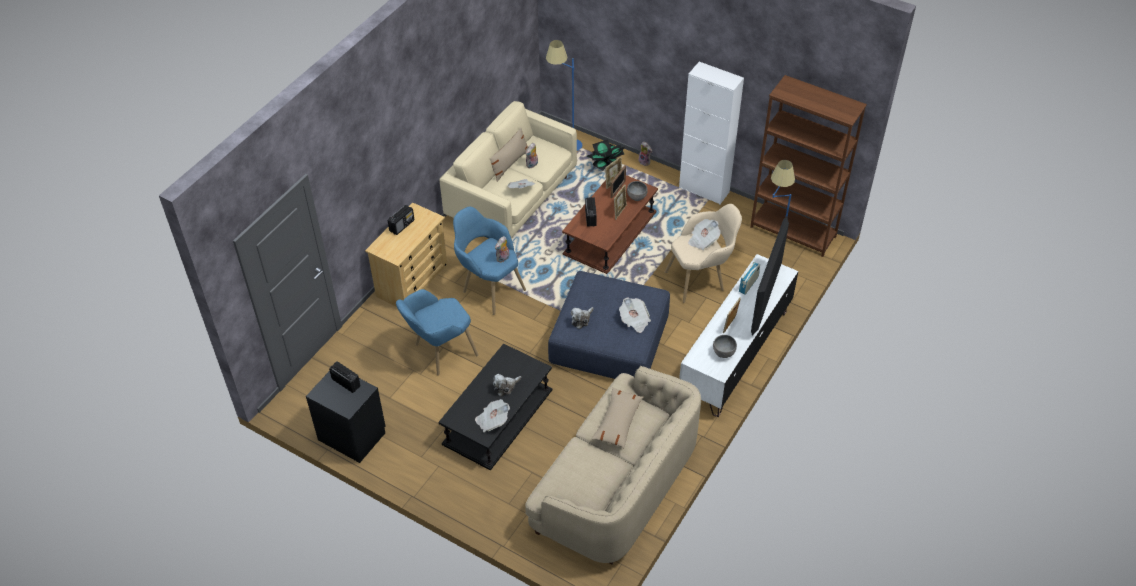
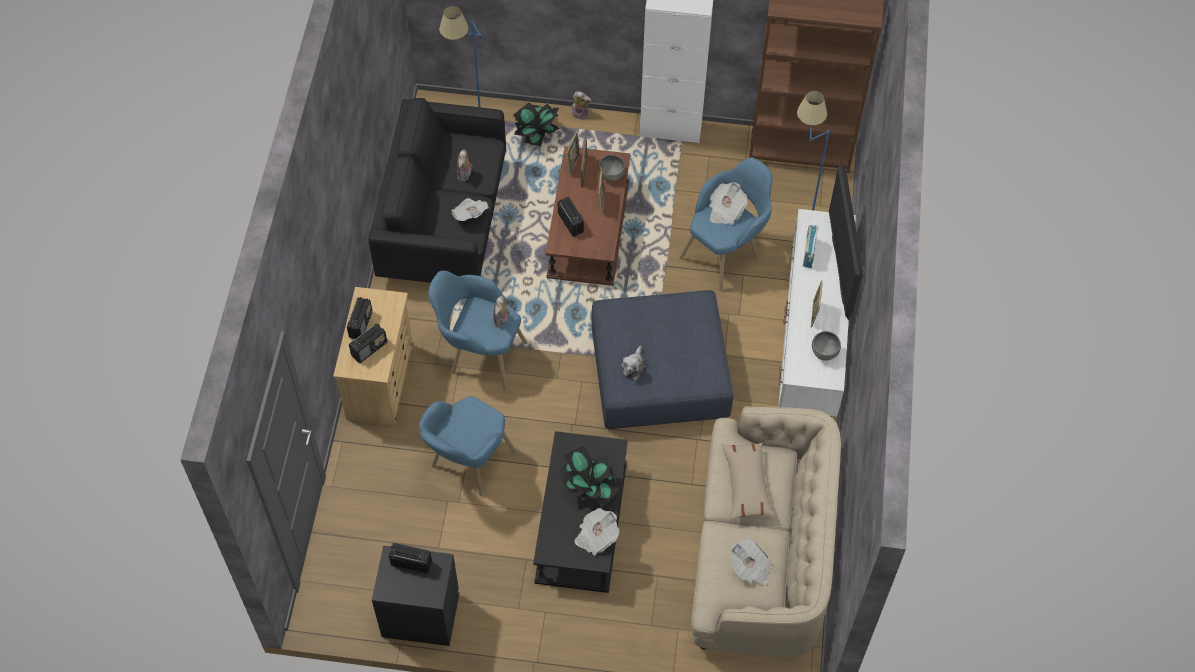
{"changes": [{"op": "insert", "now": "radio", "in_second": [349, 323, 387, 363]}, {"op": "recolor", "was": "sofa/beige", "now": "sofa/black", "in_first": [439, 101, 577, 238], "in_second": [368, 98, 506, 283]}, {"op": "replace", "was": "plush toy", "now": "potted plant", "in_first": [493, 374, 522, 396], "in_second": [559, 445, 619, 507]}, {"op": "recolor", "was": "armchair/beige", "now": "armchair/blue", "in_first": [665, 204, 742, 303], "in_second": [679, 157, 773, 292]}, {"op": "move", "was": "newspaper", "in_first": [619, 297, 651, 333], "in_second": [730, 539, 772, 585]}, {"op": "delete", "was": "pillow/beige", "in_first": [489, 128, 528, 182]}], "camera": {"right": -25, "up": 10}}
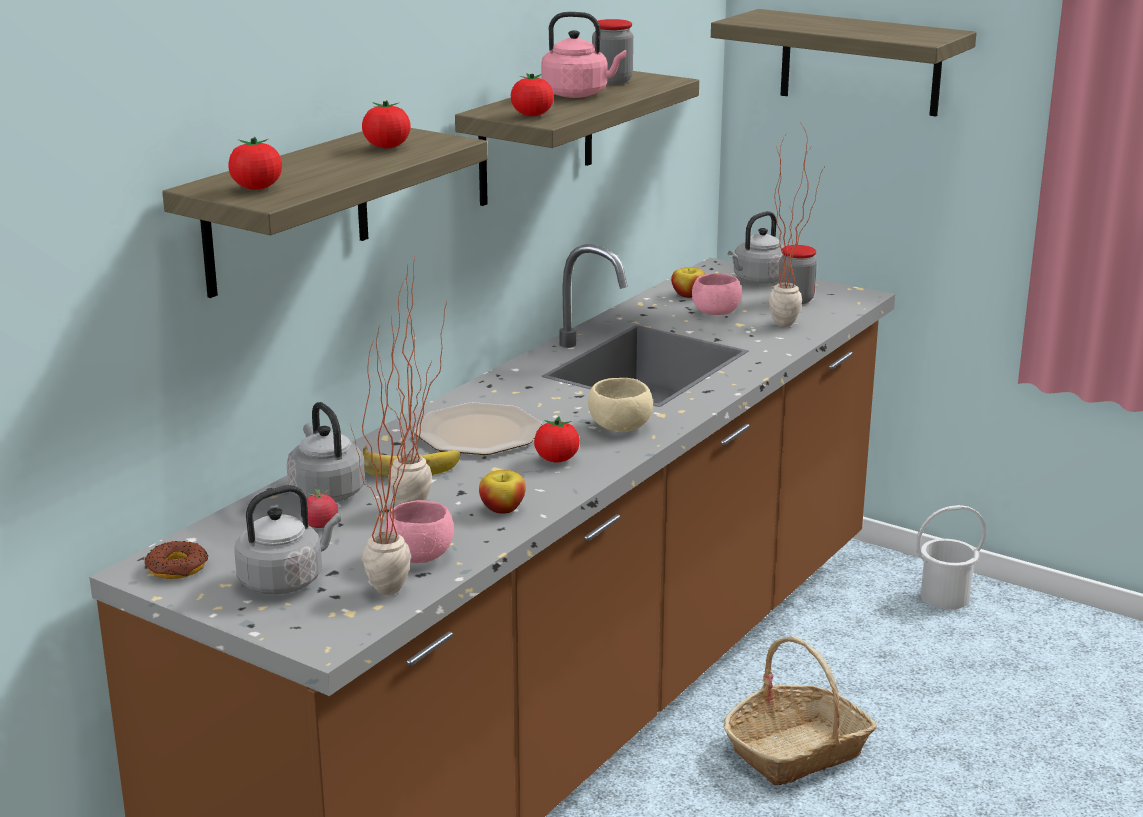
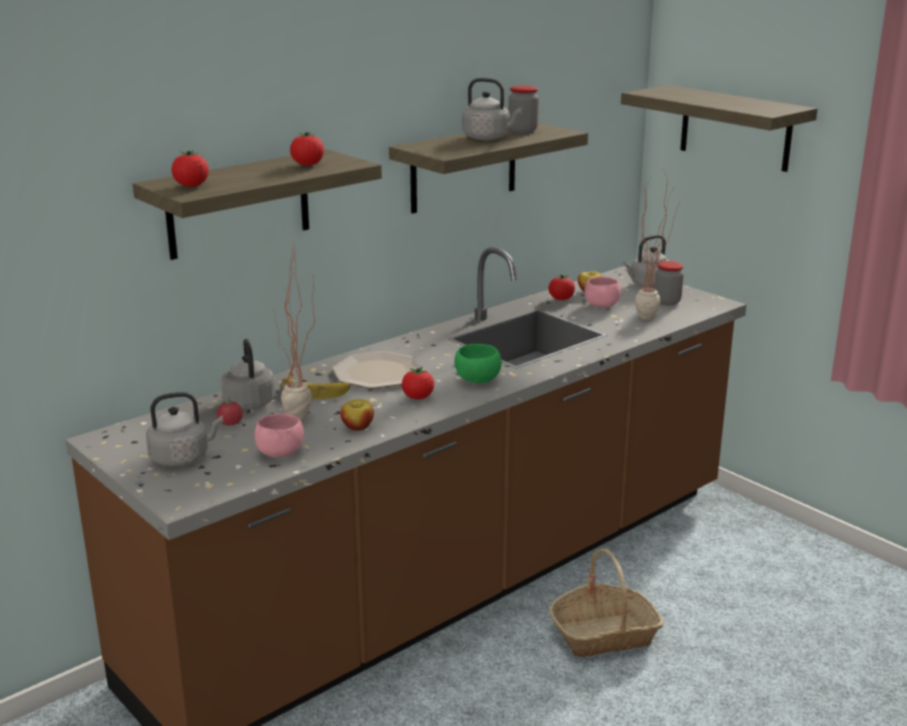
{"changes": [{"op": "recolor", "was": "bowl/beige", "now": "bowl/green", "in_first": [588, 378, 653, 432], "in_second": [454, 344, 502, 383]}, {"op": "recolor", "was": "kettle/pink", "now": "kettle/grey", "in_first": [541, 12, 626, 98], "in_second": [462, 78, 522, 140]}, {"op": "move", "was": "tomato", "in_first": [511, 73, 554, 116], "in_second": [548, 274, 575, 300]}, {"op": "delete", "was": "donut", "in_first": [145, 541, 208, 579]}, {"op": "delete", "was": "potted plant", "in_first": [350, 317, 432, 595]}, {"op": "delete", "was": "bucket/white", "in_first": [916, 505, 986, 610]}], "camera": {"right": 15, "up": 0}}
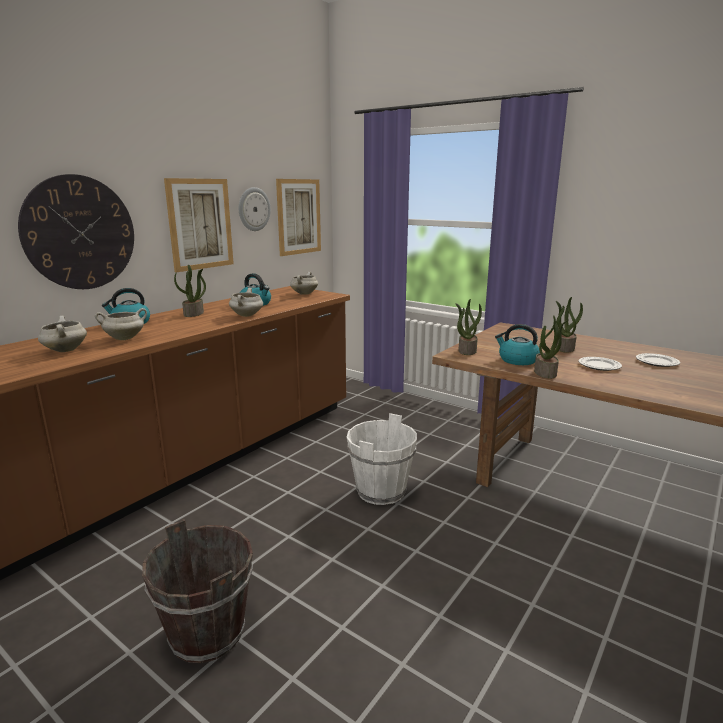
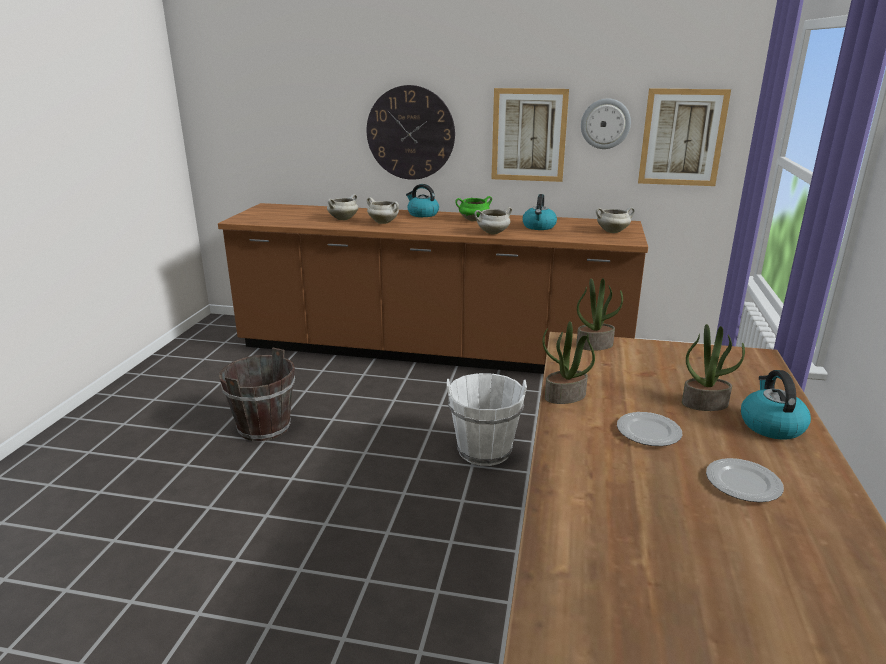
{"changes": [{"op": "replace", "was": "potted plant", "now": "cooking pot/green", "in_first": [174, 264, 206, 317], "in_second": [456, 196, 492, 221]}, {"op": "move", "was": "kettle", "in_first": [495, 324, 540, 365], "in_second": [741, 370, 811, 440]}], "camera": {"right": 65, "up": 5}}
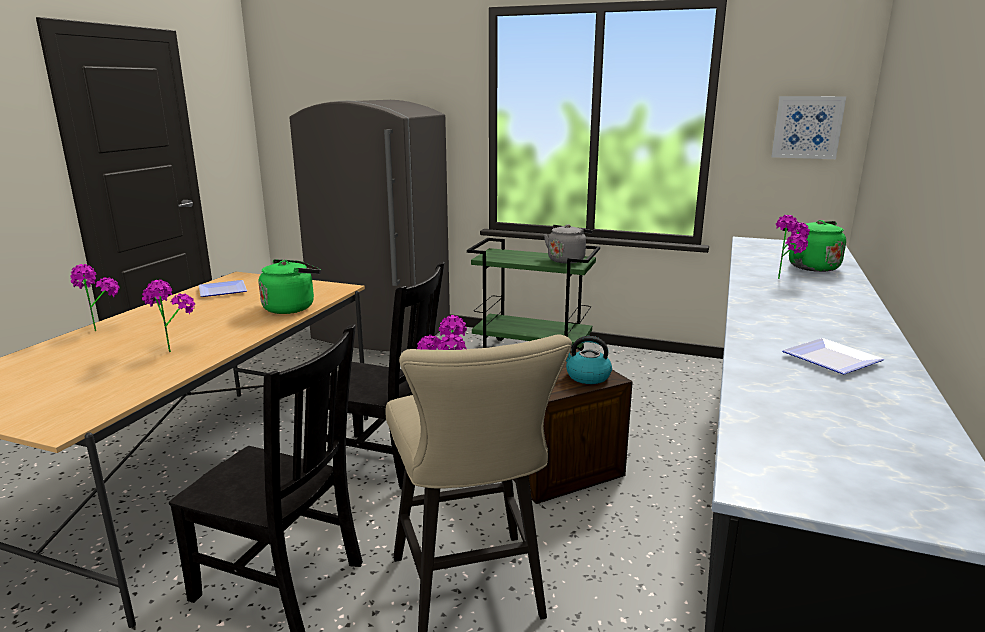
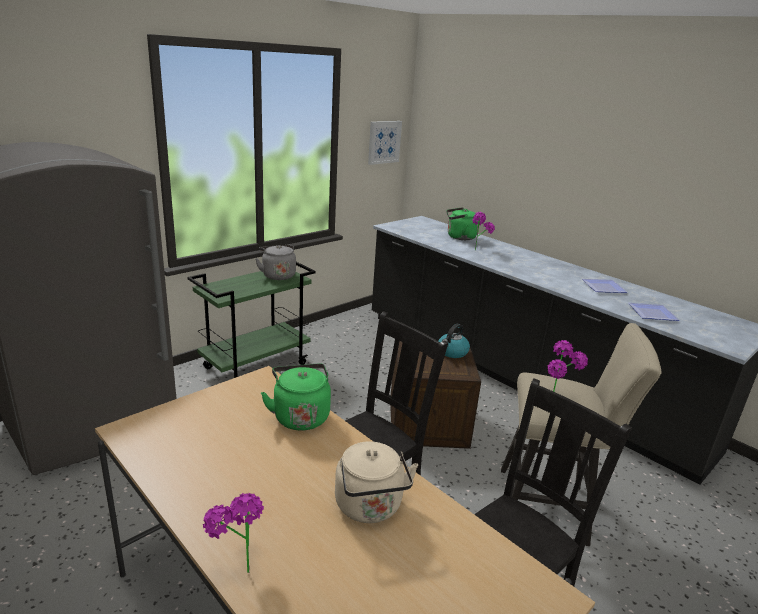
{"changes": [{"op": "replace", "was": "potted plant", "now": "kettle/beige", "in_first": [142, 280, 195, 352], "in_second": [335, 441, 418, 523]}, {"op": "move", "was": "plate", "in_first": [199, 280, 247, 297], "in_second": [628, 303, 680, 321]}], "camera": {"right": -65, "up": 5}}
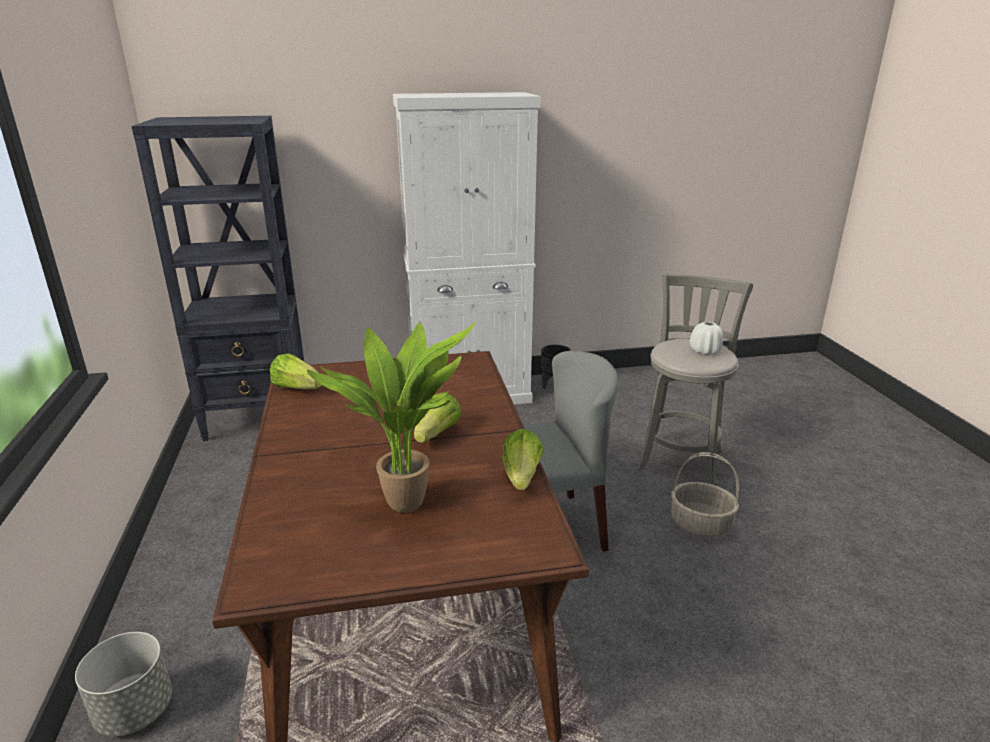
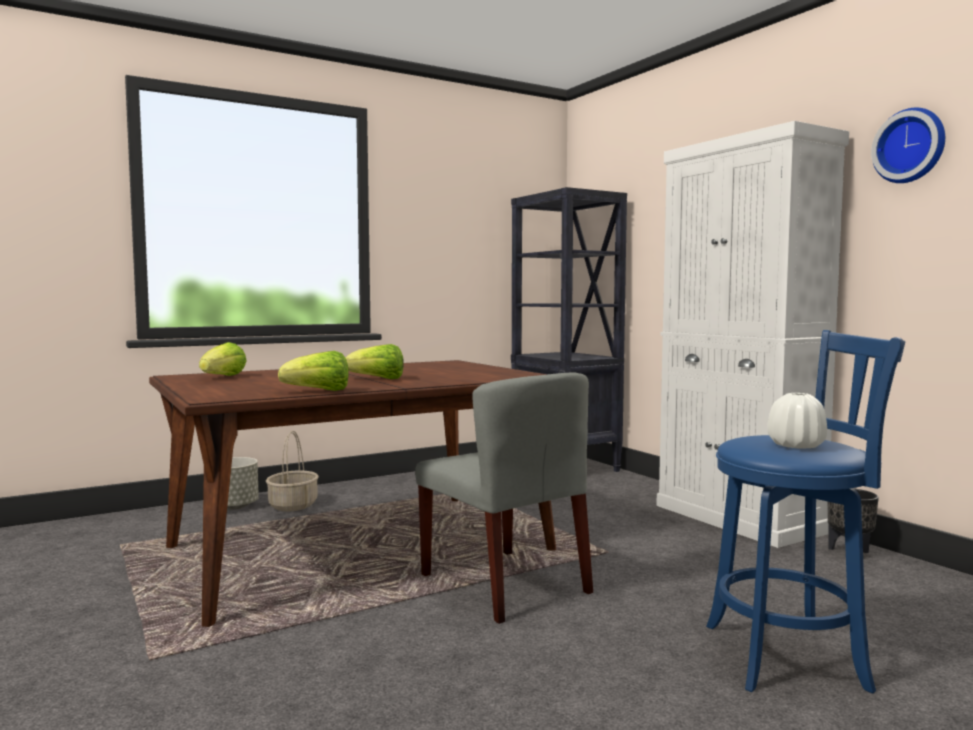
{"changes": [{"op": "move", "was": "lettuce", "in_first": [270, 353, 322, 389], "in_second": [199, 342, 247, 376]}, {"op": "move", "was": "basket", "in_first": [671, 452, 739, 537], "in_second": [266, 431, 319, 512]}, {"op": "recolor", "was": "stool/grey", "now": "stool/blue", "in_first": [637, 274, 753, 485], "in_second": [706, 330, 905, 694]}, {"op": "insert", "now": "wall clock", "in_second": [871, 108, 945, 183]}, {"op": "delete", "was": "potted plant", "in_first": [307, 322, 475, 513]}], "camera": {"right": 70, "up": -20}}
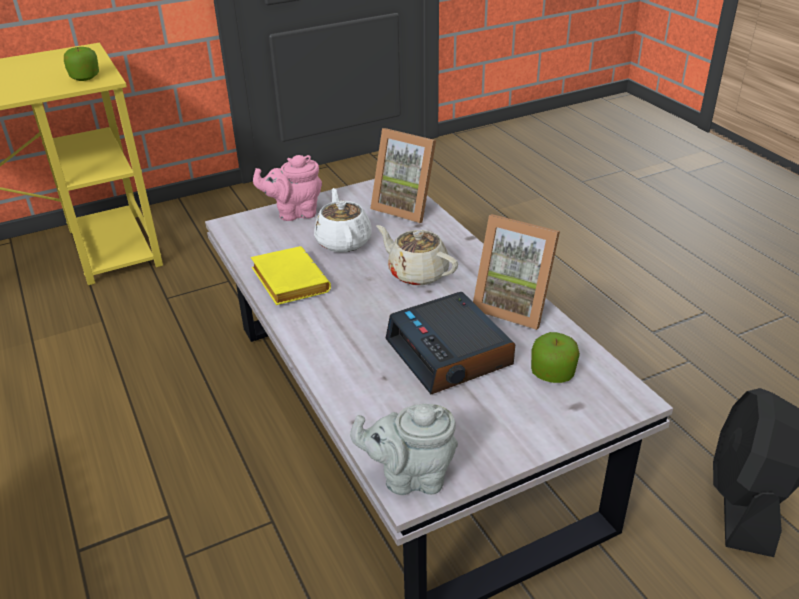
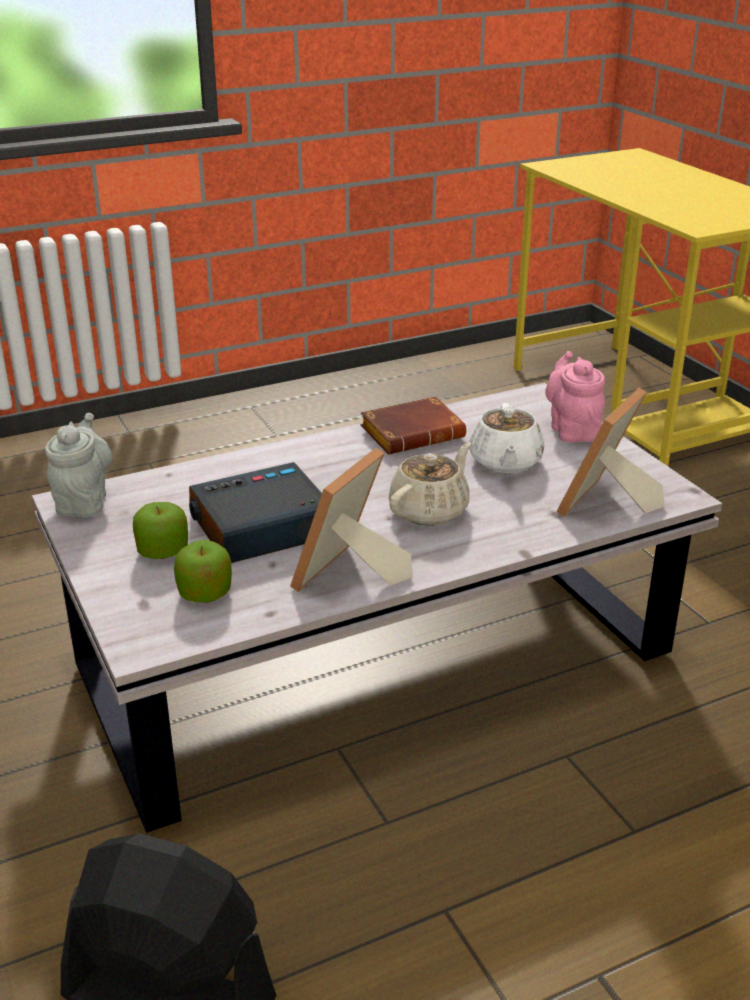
{"changes": [{"op": "move", "was": "apple", "in_first": [64, 47, 99, 81], "in_second": [133, 502, 188, 559]}, {"op": "recolor", "was": "book/yellow", "now": "book/brown", "in_first": [251, 246, 331, 305], "in_second": [361, 396, 466, 454]}, {"op": "rotate", "was": "teapot/white", "in_first": [314, 188, 372, 253], "in_second": [469, 403, 544, 473], "clockwise": 105}], "camera": {"right": 90, "up": -5}}
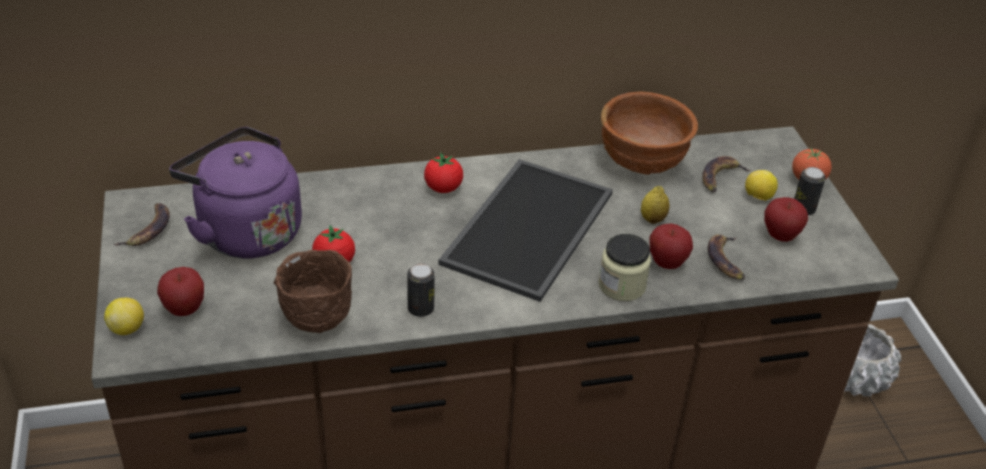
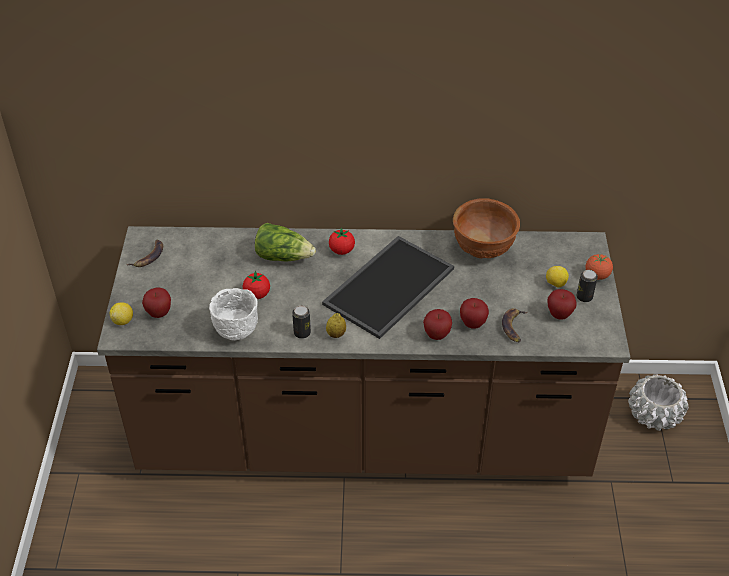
{"changes": [{"op": "recolor", "was": "bowl/brown", "now": "bowl/white", "in_first": [273, 250, 352, 333], "in_second": [209, 288, 258, 341]}, {"op": "insert", "now": "lettuce", "in_second": [255, 223, 316, 261]}, {"op": "move", "was": "lemon", "in_first": [641, 186, 670, 224], "in_second": [326, 313, 346, 338]}, {"op": "replace", "was": "jar", "now": "apple", "in_first": [598, 234, 651, 301], "in_second": [423, 309, 452, 340]}, {"op": "delete", "was": "kettle/purple", "in_first": [169, 127, 302, 259]}, {"op": "delete", "was": "banana", "in_first": [702, 156, 751, 192]}], "camera": {"right": 15, "up": 5}}
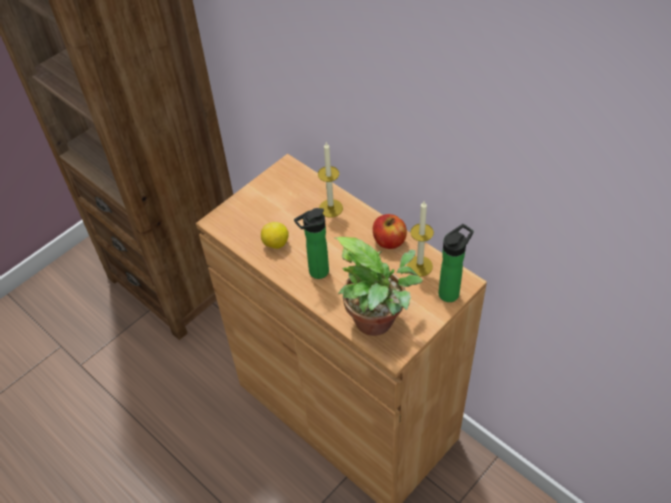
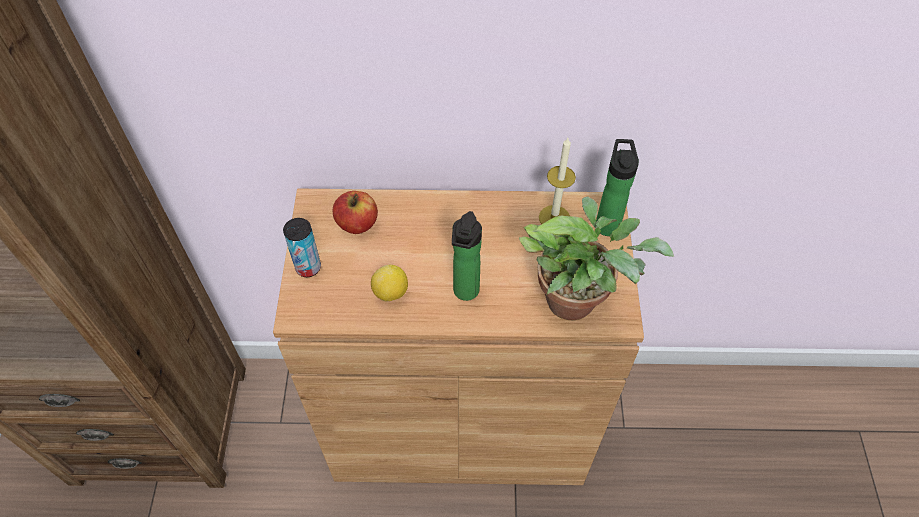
{"changes": [{"op": "insert", "now": "can", "in_second": [283, 218, 321, 277]}, {"op": "move", "was": "apple", "in_first": [373, 214, 407, 249], "in_second": [333, 191, 378, 234]}, {"op": "delete", "was": "candle", "in_first": [318, 142, 343, 217]}], "camera": {"right": -45, "up": 5}}
